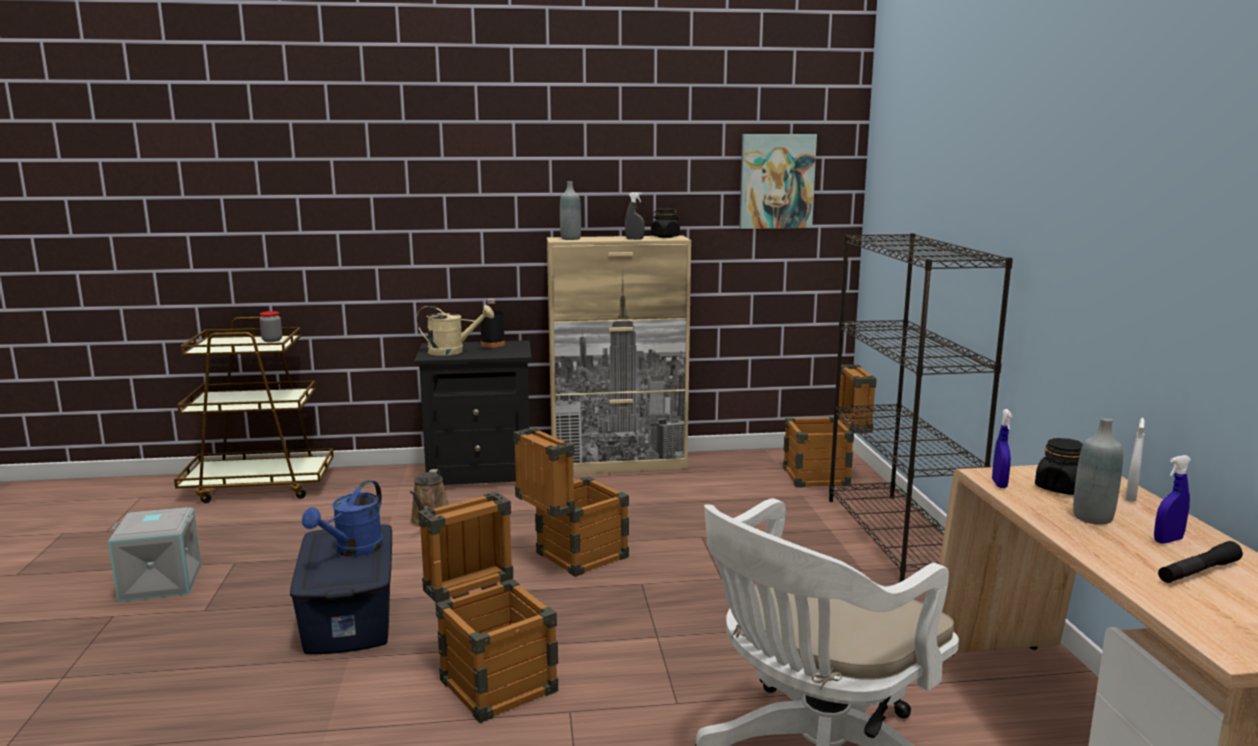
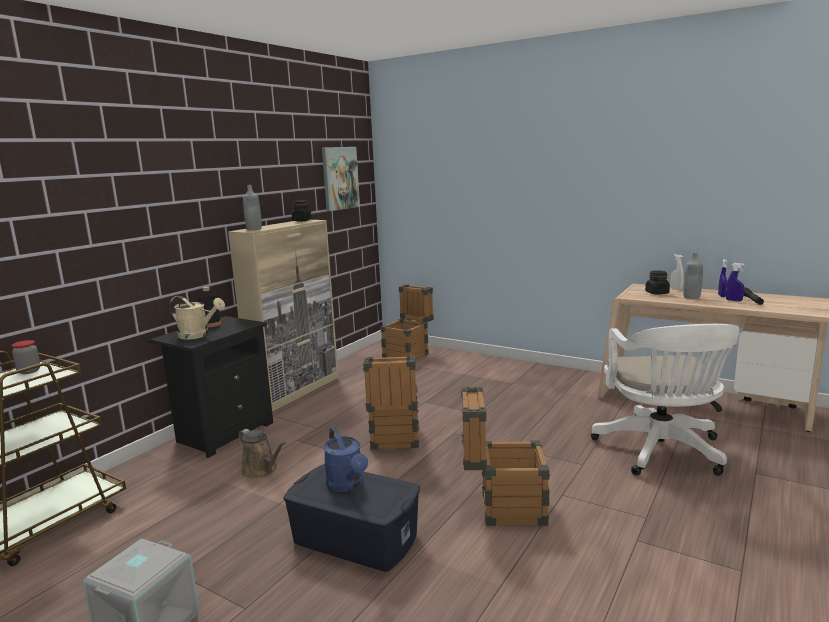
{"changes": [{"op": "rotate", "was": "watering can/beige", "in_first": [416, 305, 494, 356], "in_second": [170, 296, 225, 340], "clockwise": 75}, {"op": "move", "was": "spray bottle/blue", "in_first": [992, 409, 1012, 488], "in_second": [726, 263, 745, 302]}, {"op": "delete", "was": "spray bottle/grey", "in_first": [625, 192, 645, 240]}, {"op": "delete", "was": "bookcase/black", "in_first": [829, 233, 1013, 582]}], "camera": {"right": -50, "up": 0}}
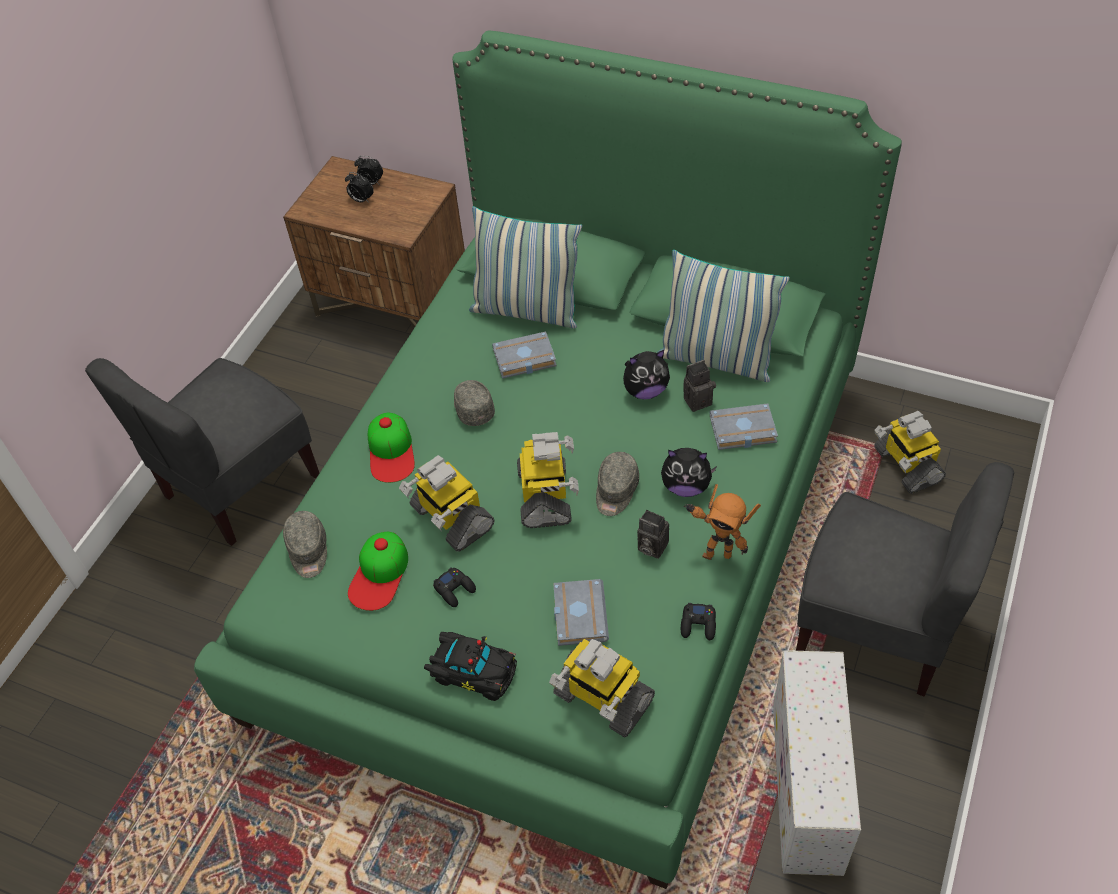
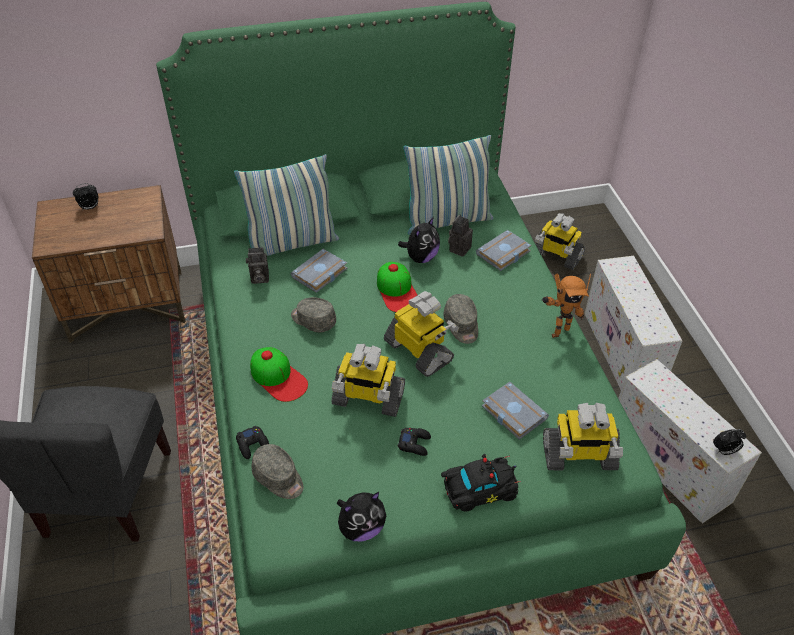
{"changes": [{"op": "move", "was": "game controller/black", "in_first": [681, 603, 716, 640], "in_second": [236, 426, 269, 459]}, {"op": "move", "was": "photo camera", "in_first": [637, 510, 669, 559], "in_second": [246, 247, 269, 284]}, {"op": "move", "was": "plush toy", "in_first": [661, 448, 717, 497], "in_second": [336, 492, 386, 541]}, {"op": "move", "was": "cap", "in_first": [348, 532, 408, 611], "in_second": [377, 262, 418, 312]}, {"op": "replace", "was": "chair/grey", "now": "storage box/white", "in_first": [796, 462, 1014, 697], "in_second": [585, 256, 682, 390]}, {"op": "move", "was": "alarm clock", "in_first": [345, 172, 374, 203], "in_second": [713, 429, 746, 455]}], "camera": {"right": -40, "up": -5}}
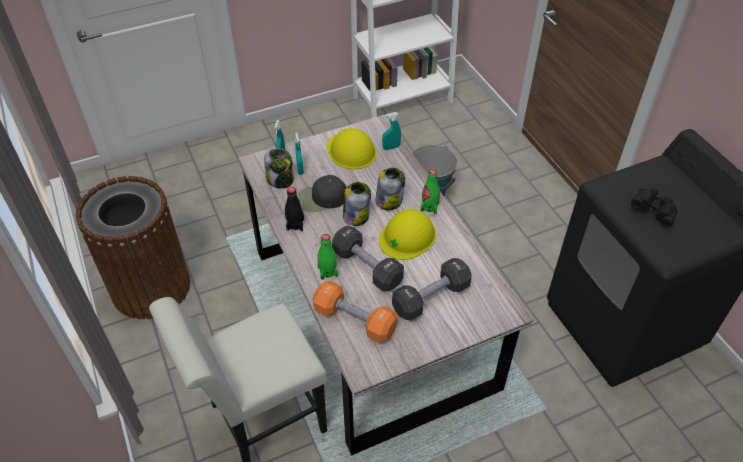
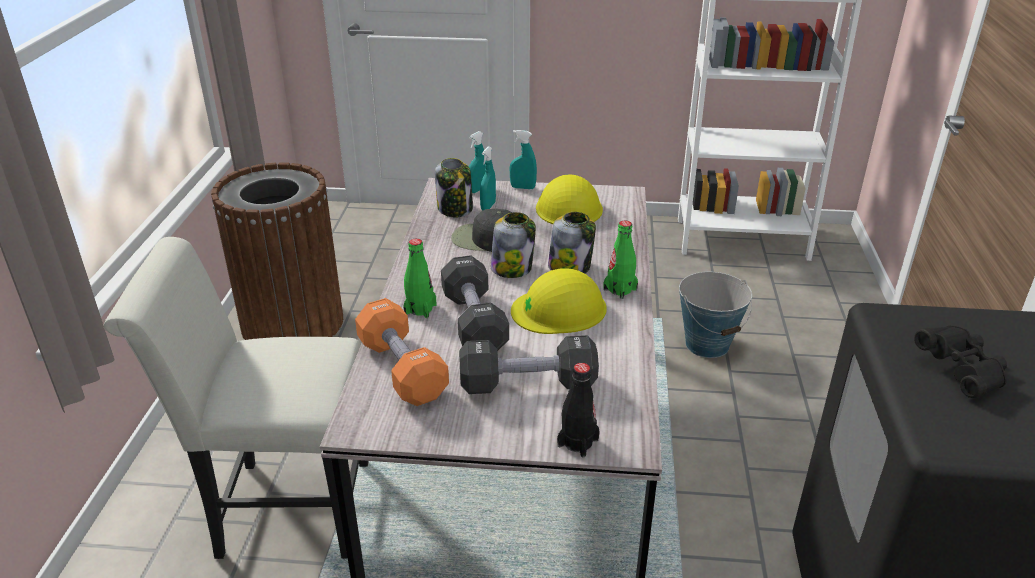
{"changes": [{"op": "move", "was": "spray bottle/turquoise", "in_first": [382, 112, 401, 150], "in_second": [510, 130, 537, 189]}, {"op": "move", "was": "bottle/black", "in_first": [285, 187, 304, 231], "in_second": [557, 363, 600, 458]}], "camera": {"right": 30, "up": -15}}
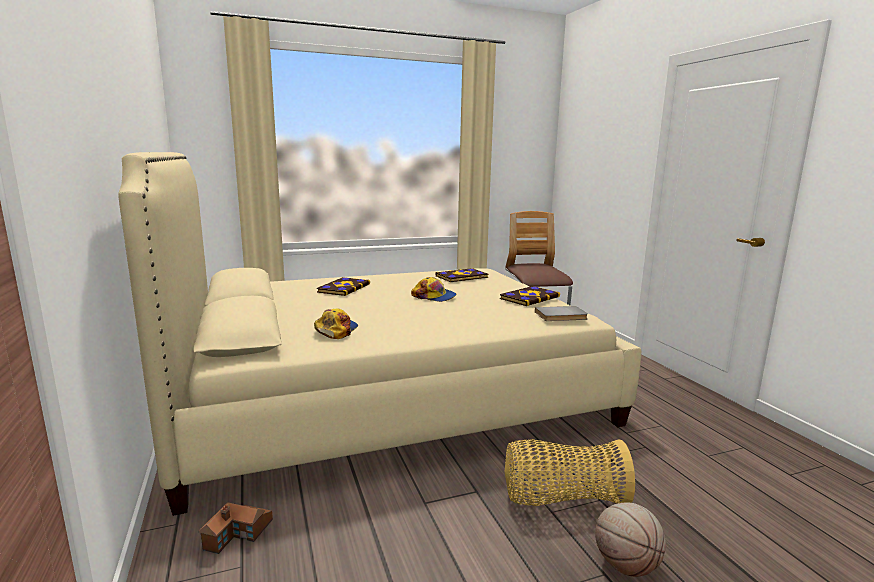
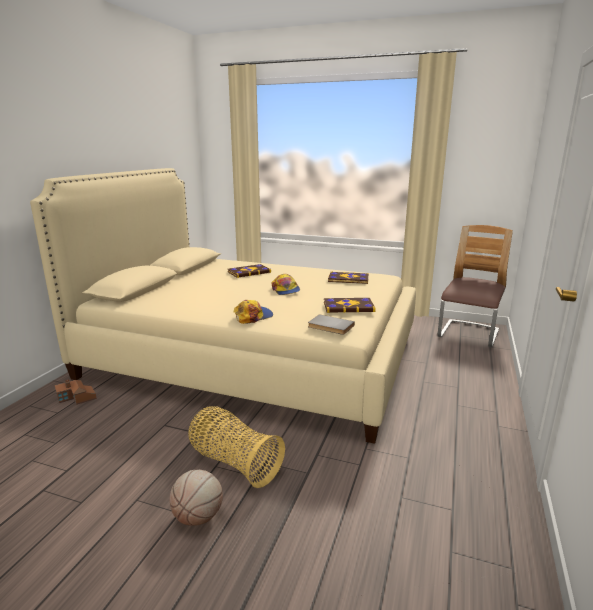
{"changes": [{"op": "move", "was": "cap", "in_first": [314, 308, 358, 339], "in_second": [233, 300, 273, 324]}], "camera": {"right": 40, "up": 5}}
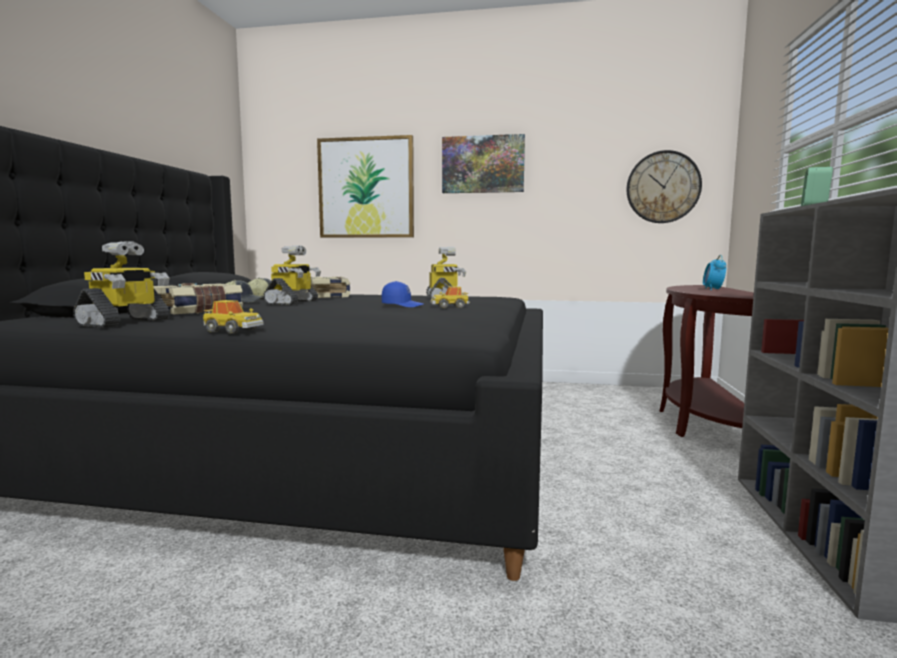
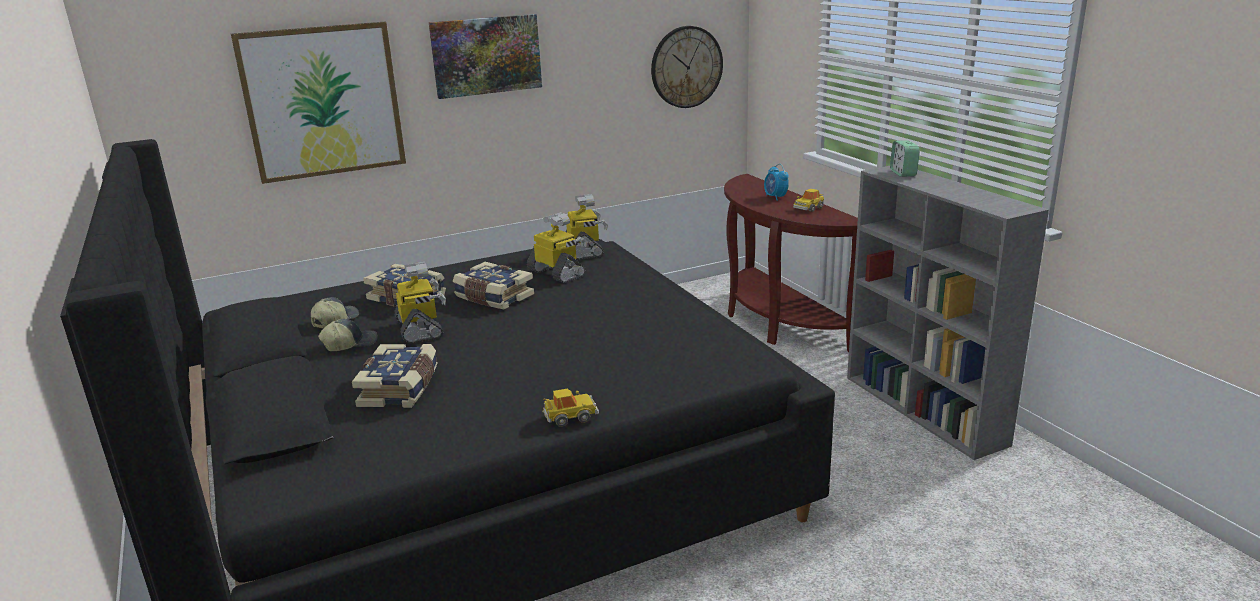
{"changes": [{"op": "insert", "now": "book", "in_second": [453, 262, 534, 309]}, {"op": "move", "was": "toy robot", "in_first": [73, 241, 170, 328], "in_second": [566, 194, 608, 260]}, {"op": "move", "was": "toy car", "in_first": [430, 286, 470, 308], "in_second": [793, 189, 824, 212]}, {"op": "delete", "was": "cap/blue", "in_first": [382, 281, 424, 307]}], "camera": {"right": -35, "up": 15}}
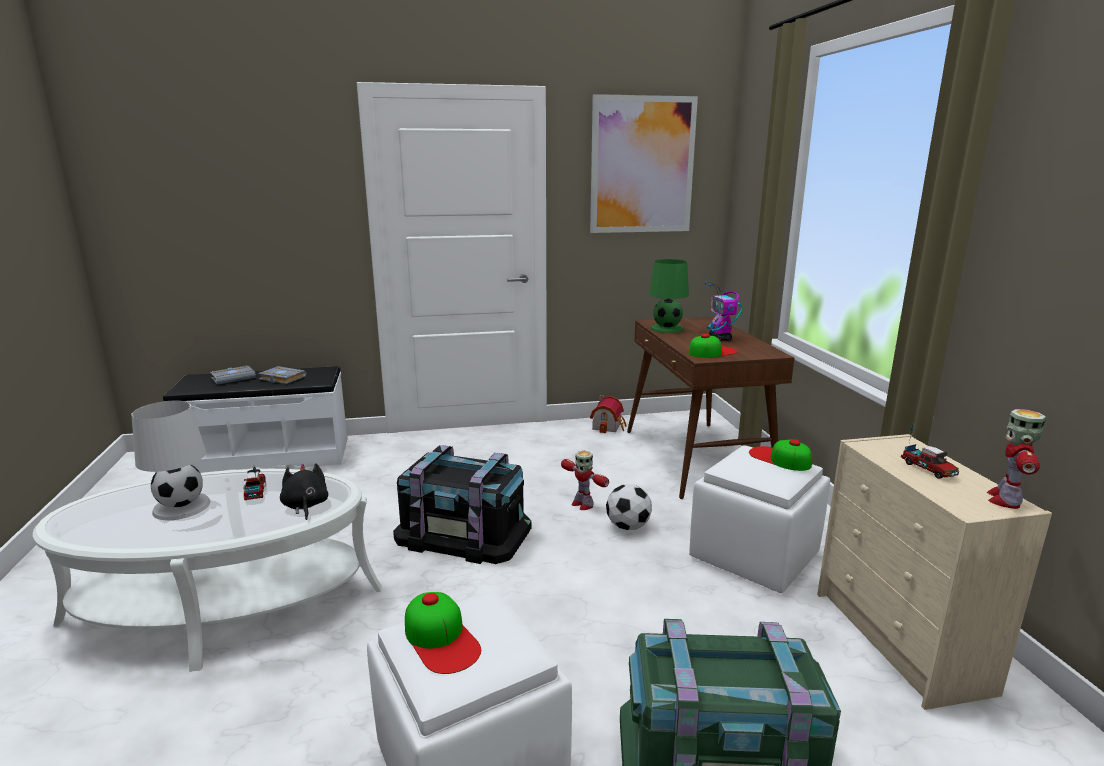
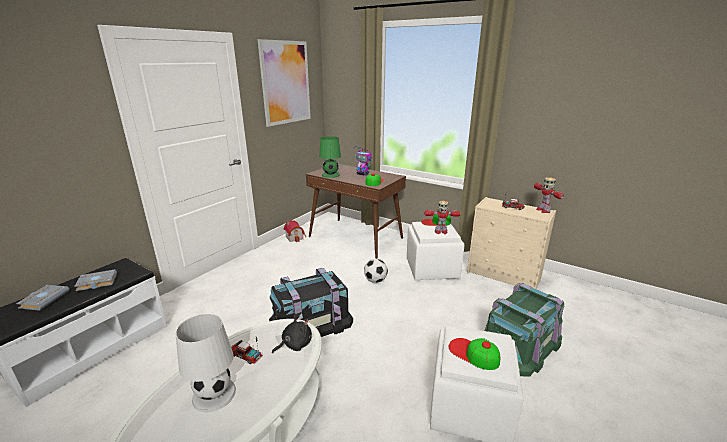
{"changes": [{"op": "rotate", "was": "plush toy/black", "in_first": [280, 463, 328, 520], "in_second": [272, 315, 312, 353], "clockwise": 120}, {"op": "move", "was": "toy robot", "in_first": [561, 451, 609, 510], "in_second": [424, 201, 461, 234]}, {"op": "rotate", "was": "cap", "in_first": [405, 592, 481, 674], "in_second": [449, 338, 500, 370], "clockwise": -150}], "camera": {"right": -45, "up": 5}}
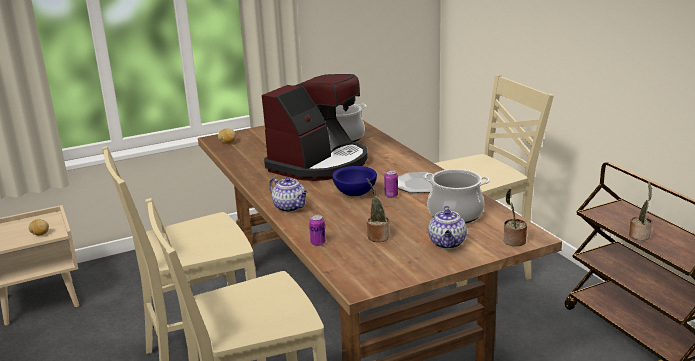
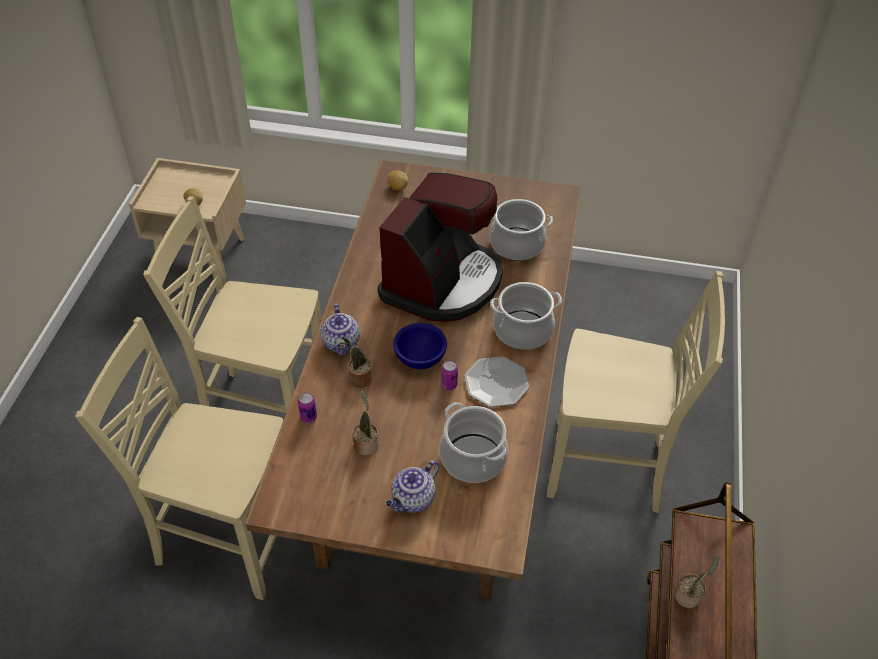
{"changes": [{"op": "move", "was": "potted plant", "in_first": [503, 189, 527, 246], "in_second": [342, 337, 373, 387]}, {"op": "rotate", "was": "coffee machine", "in_first": [262, 74, 367, 181], "in_second": [377, 173, 503, 322], "clockwise": -45}, {"op": "insert", "now": "cooking pot", "in_second": [490, 282, 562, 350]}], "camera": {"right": 35, "up": 25}}
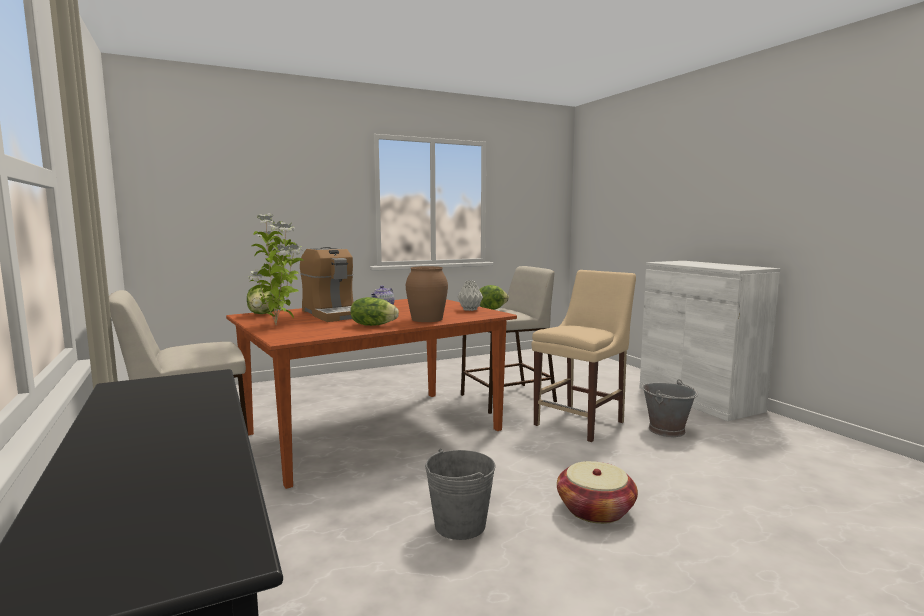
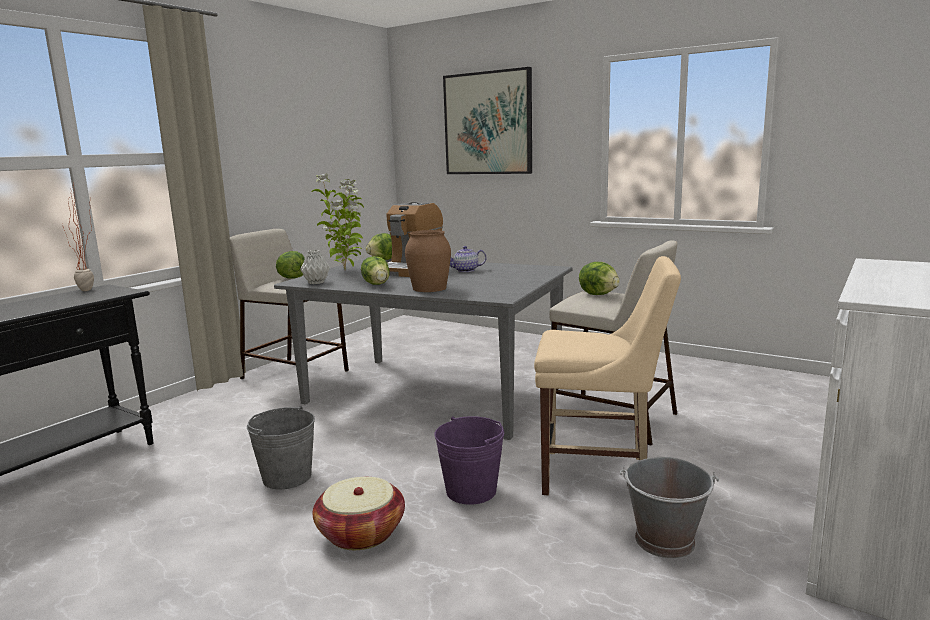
{"changes": [{"op": "insert", "now": "potted plant", "in_second": [62, 182, 94, 291]}, {"op": "recolor", "was": "dining table/brown", "now": "dining table/grey", "in_first": [226, 299, 517, 489], "in_second": [274, 257, 573, 440]}, {"op": "insert", "now": "lettuce", "in_second": [276, 251, 305, 279]}, {"op": "move", "was": "vase/grey", "in_first": [458, 281, 483, 311], "in_second": [300, 250, 330, 284]}, {"op": "insert", "now": "bucket/purple", "in_second": [434, 416, 504, 505]}, {"op": "insert", "now": "picture", "in_second": [443, 67, 532, 174]}], "camera": {"right": 60, "up": 5}}
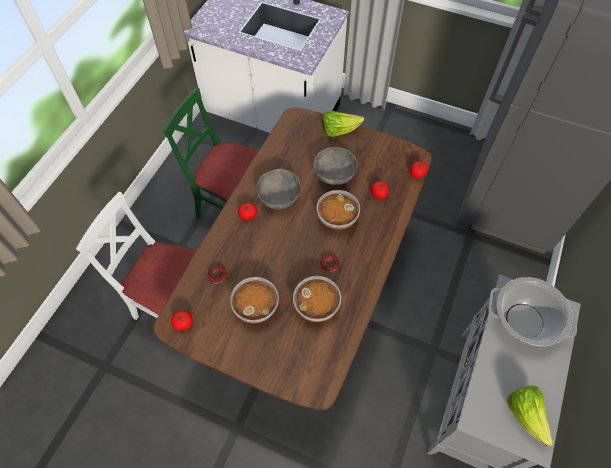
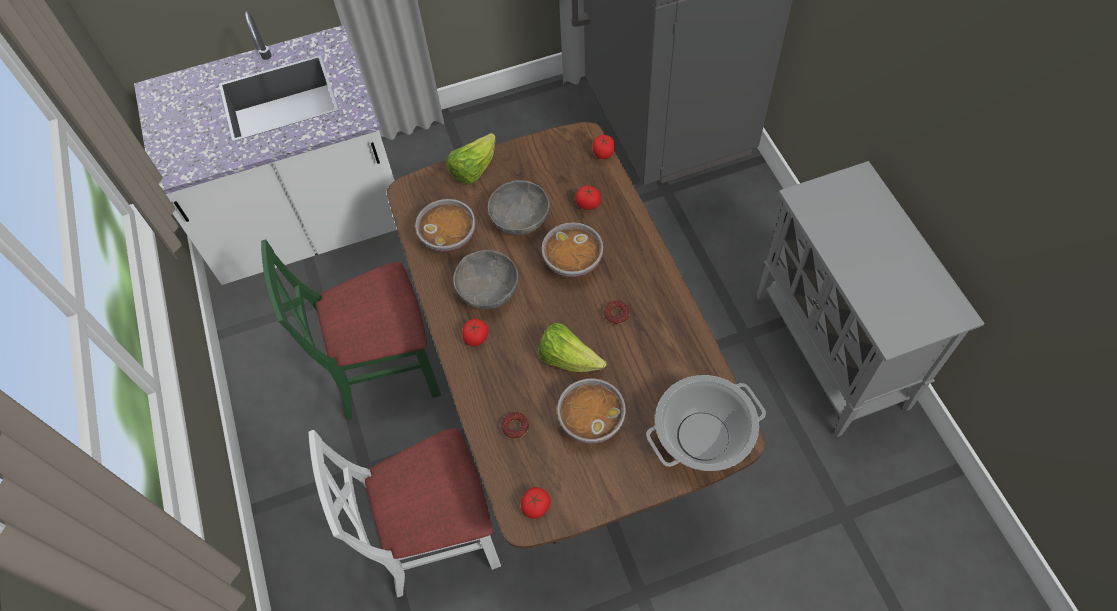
{"changes": [{"op": "move", "was": "bowl", "in_first": [293, 276, 341, 322], "in_second": [415, 199, 475, 253]}, {"op": "move", "was": "lettuce", "in_first": [507, 386, 554, 446], "in_second": [539, 323, 607, 372]}, {"op": "move", "was": "cooking pot", "in_first": [488, 277, 578, 346], "in_second": [646, 375, 766, 471]}], "camera": {"right": -40, "up": 0}}
